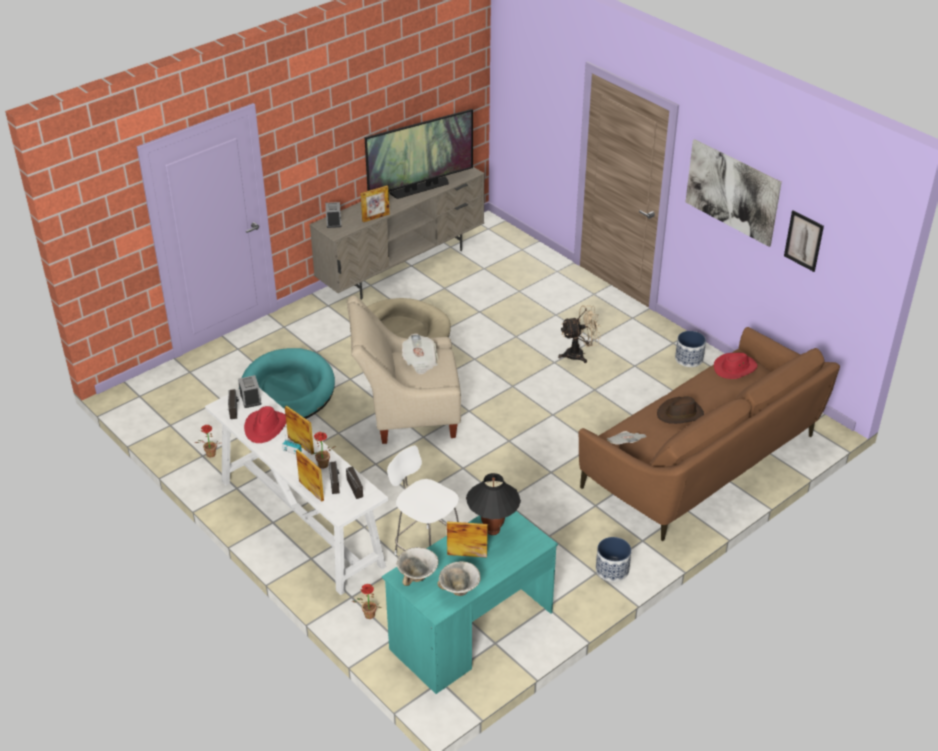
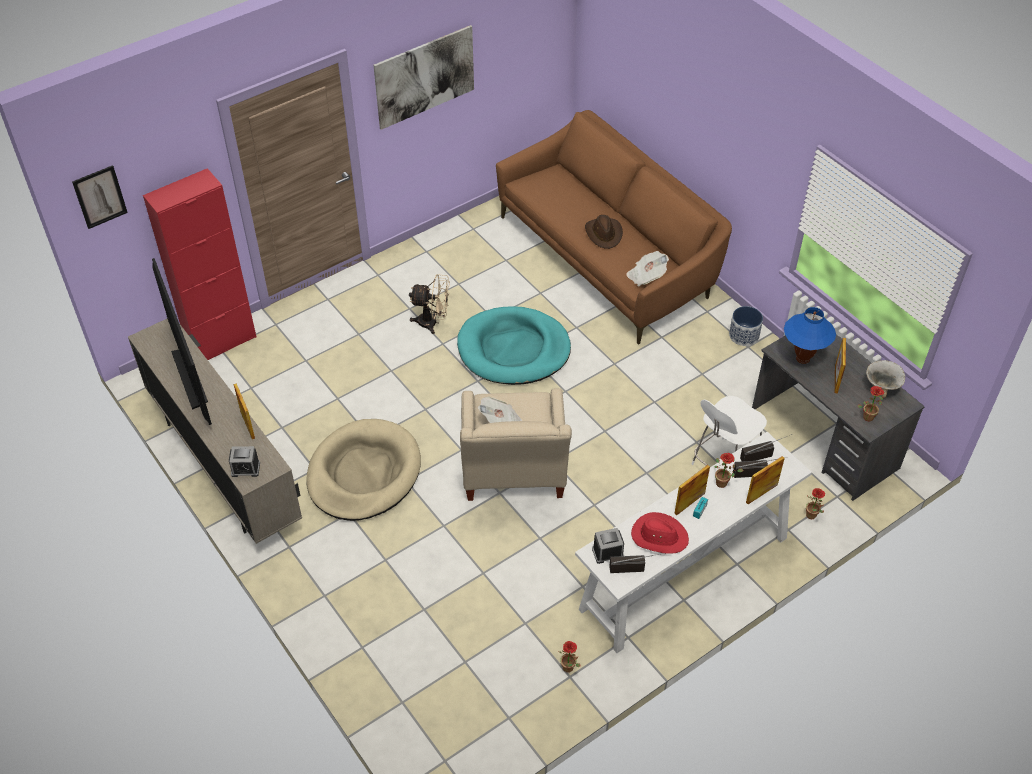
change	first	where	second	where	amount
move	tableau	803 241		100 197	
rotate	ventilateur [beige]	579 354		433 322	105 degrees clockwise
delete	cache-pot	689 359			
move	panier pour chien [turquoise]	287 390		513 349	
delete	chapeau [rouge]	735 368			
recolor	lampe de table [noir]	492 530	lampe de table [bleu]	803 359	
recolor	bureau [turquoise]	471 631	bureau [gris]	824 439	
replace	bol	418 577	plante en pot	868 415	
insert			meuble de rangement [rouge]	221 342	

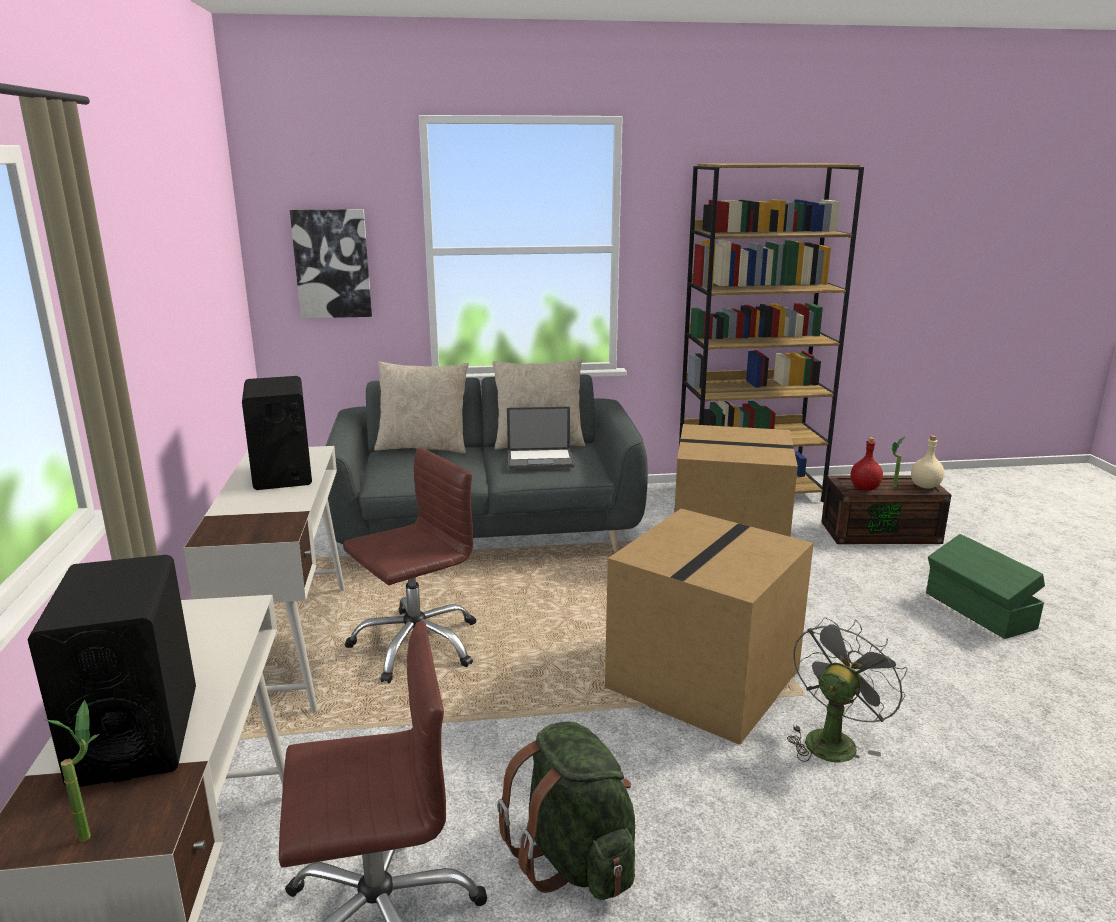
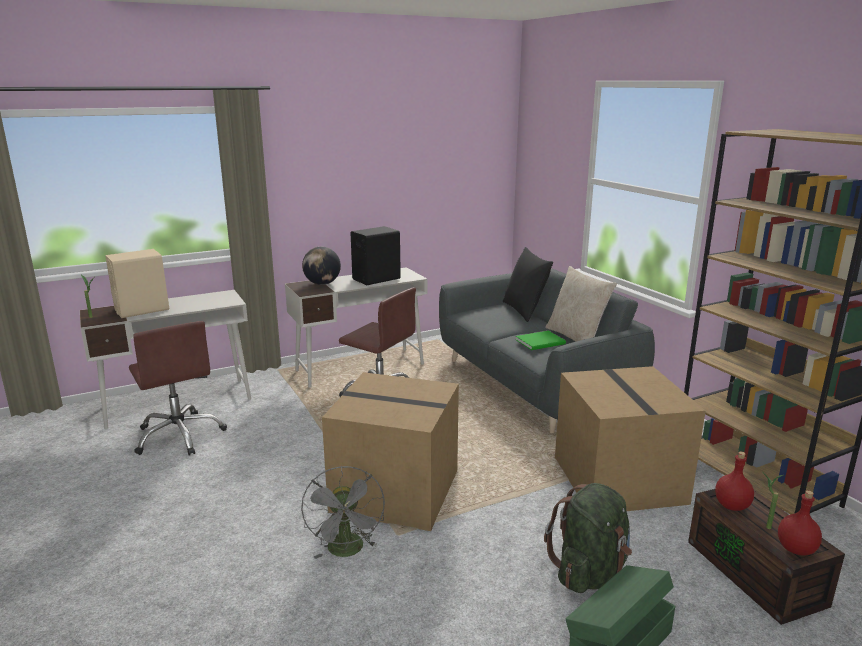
change	first	where	second	where	amount
delete	tableau	332 264			
recolor	coussin [beige]	423 447	coussin [noir]	525 311	
replace	ordinateur portable	541 459	livre [vert]	542 342	
recolor	bouteille [beige]	925 486	bouteille [rouge]	796 549	
recolor	enceinte [noir]	136 735	enceinte [beige]	142 309	
rotate	ventilateur [gris]	833 739		347 551	60 degrees clockwise
move	sac à dos [vert]	575 858		589 572	
insert			globe	322 284	

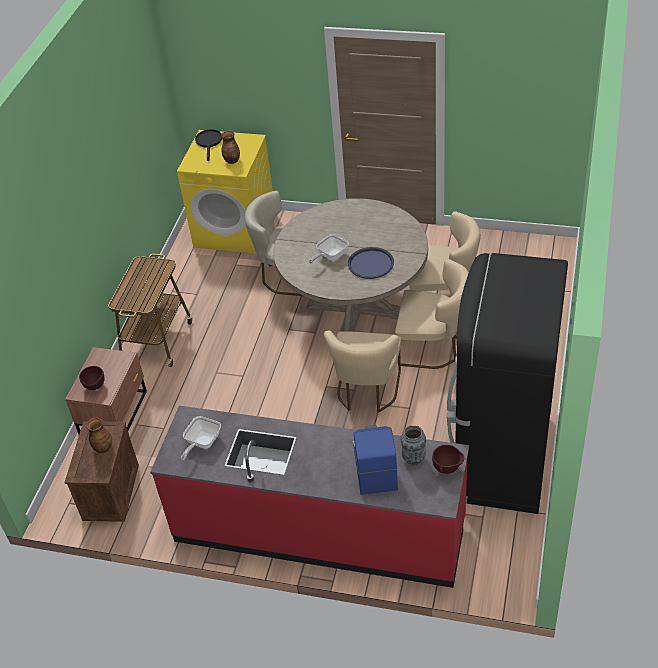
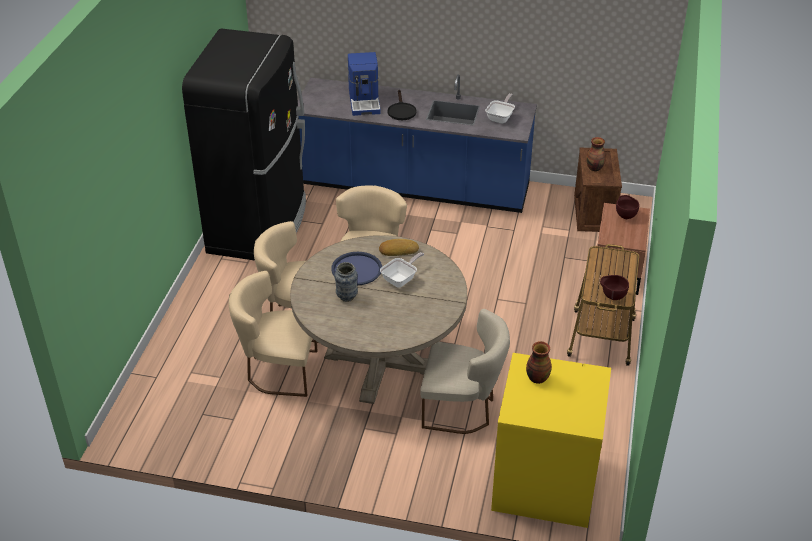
change	first	where	second	where	amount
move	poêle [noir]	209 143		401 111	
recolor	comptoir de cuisine [rouge]	319 530	comptoir de cuisine [bleu]	414 186	
move	vase	413 458		347 297	
move	bol [marron]	448 469		612 297	
insert			pain	398 250	

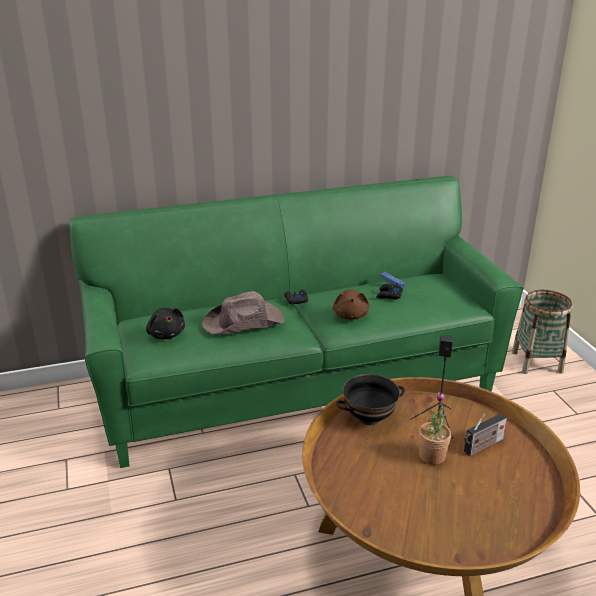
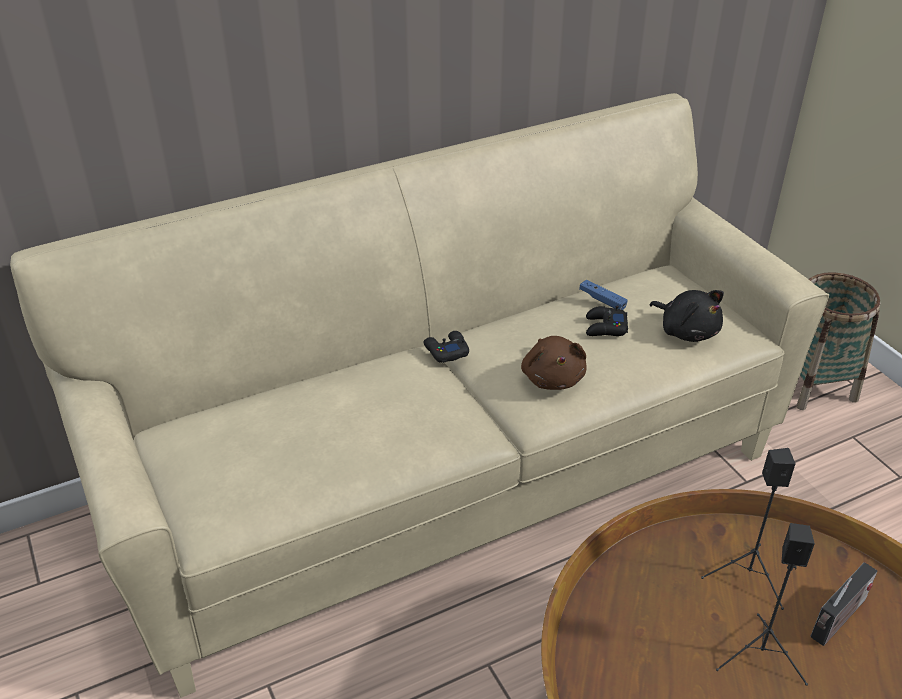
change	first	where	second	where	amount
recolor	canapé [vert]	297 388	canapé [beige]	449 484	
delete	chapeau [marron]	244 322			
move	peluche [noir]	166 334		687 331	
delete	bol [noir]	369 418			
replace	plante en pot	432 456	enceinte [noir]	761 656	

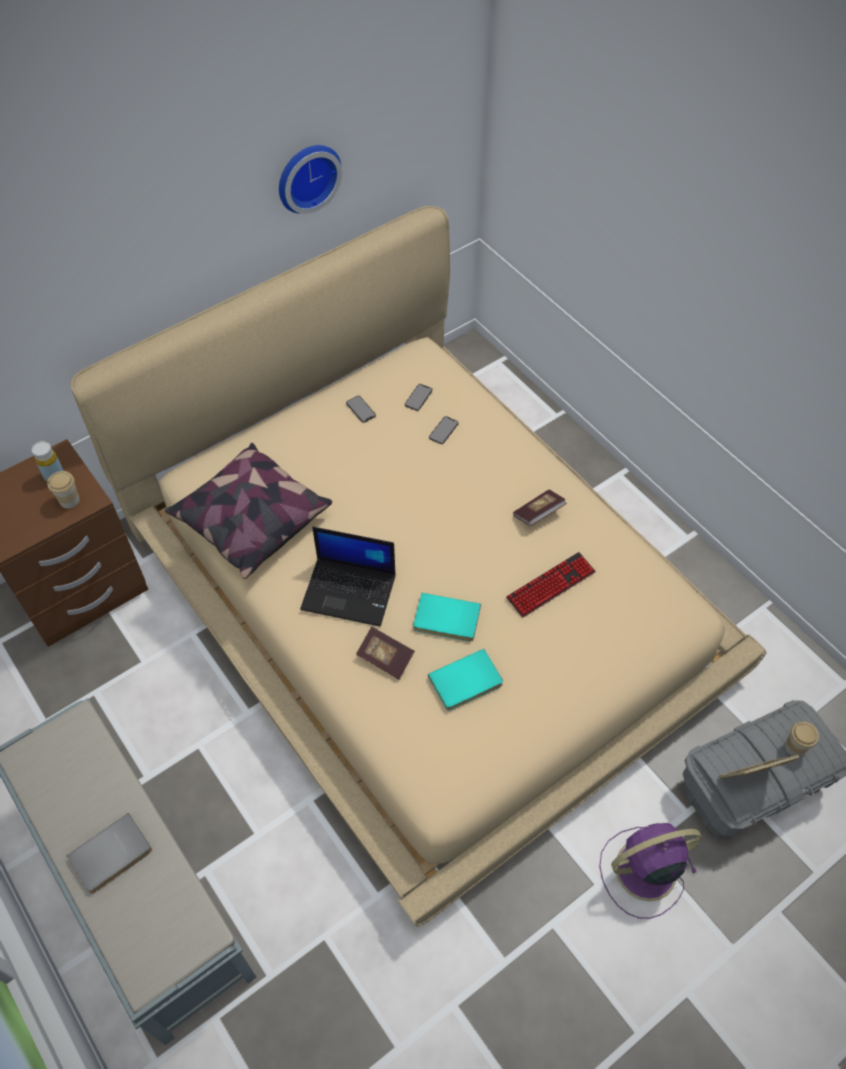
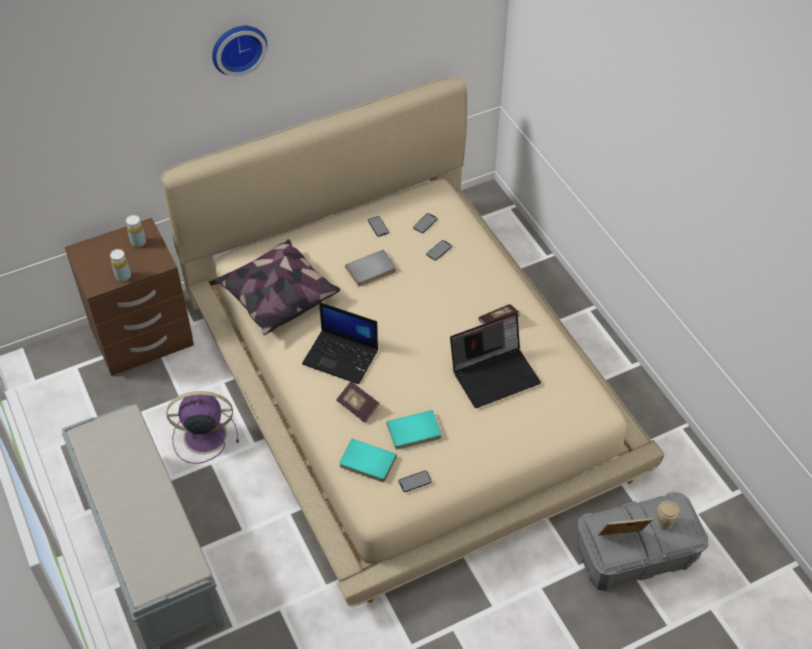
change	first	where	second	where	amount
move	horloge murale	306 176		237 48	
delete	tasse	69 500			
replace	clavier	551 585	ordinateur portable	495 374	
move	livre [turquoise]	446 620		367 463	
move	livre [gris]	112 856		371 270	
move	ventilateur [violet]	643 870		203 436	
insert			bouteille [jaune]	123 277	
insert			téléphone	415 481	

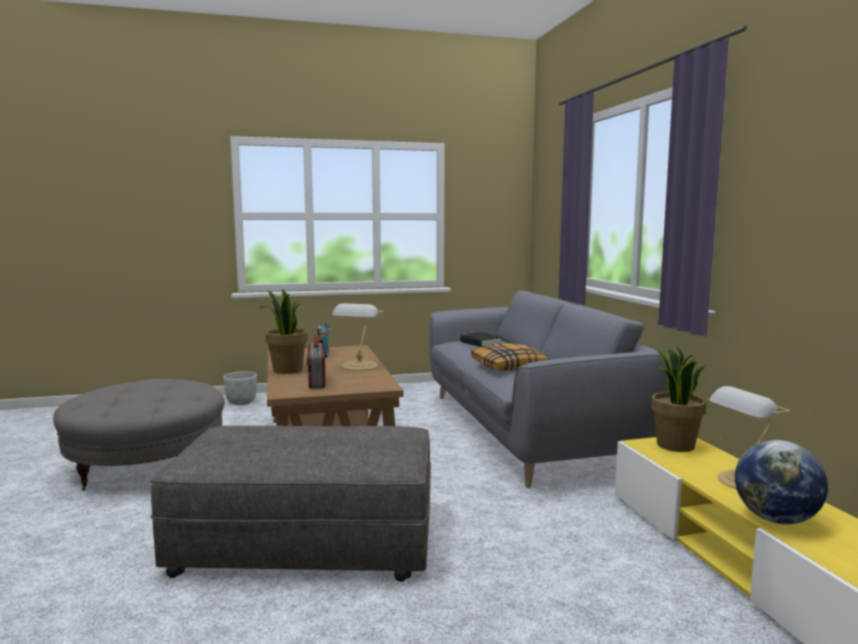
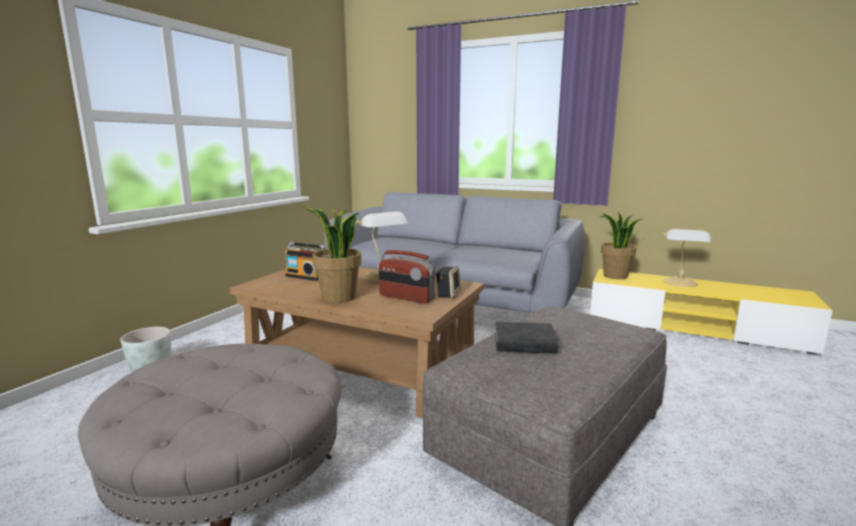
change	first	where	second	where	amount
move	livre [noir]	480 343		524 344	
delete	coussin	509 367			
delete	globe	775 519			
insert			enceinte	448 294	

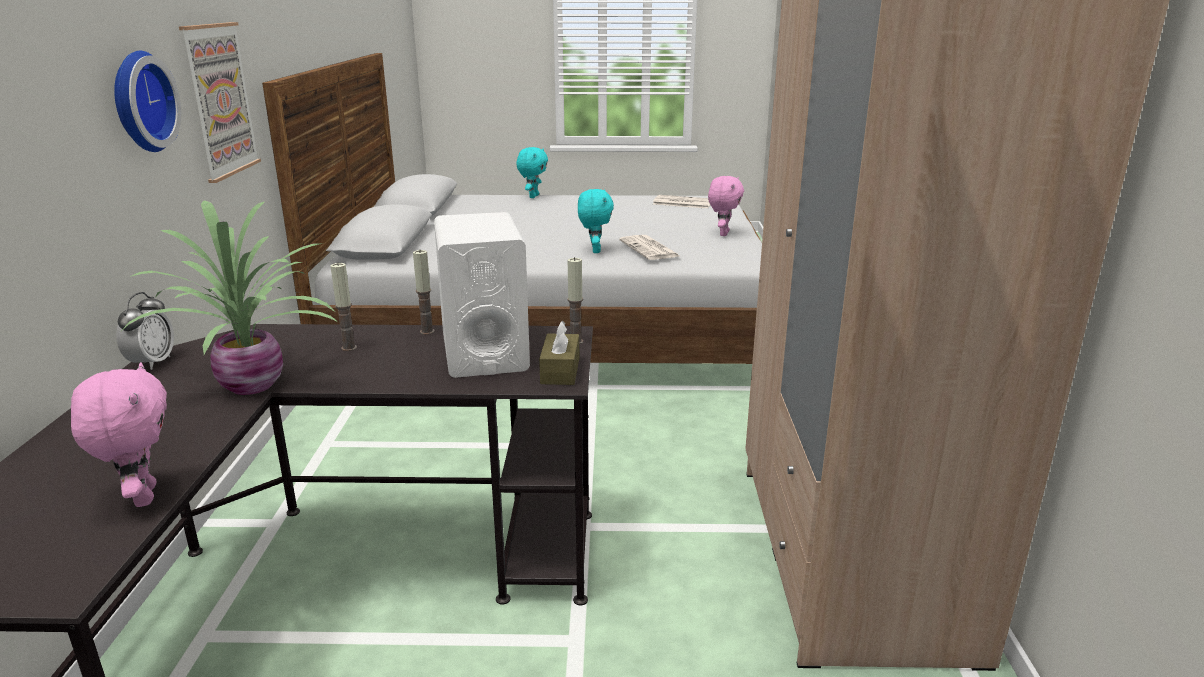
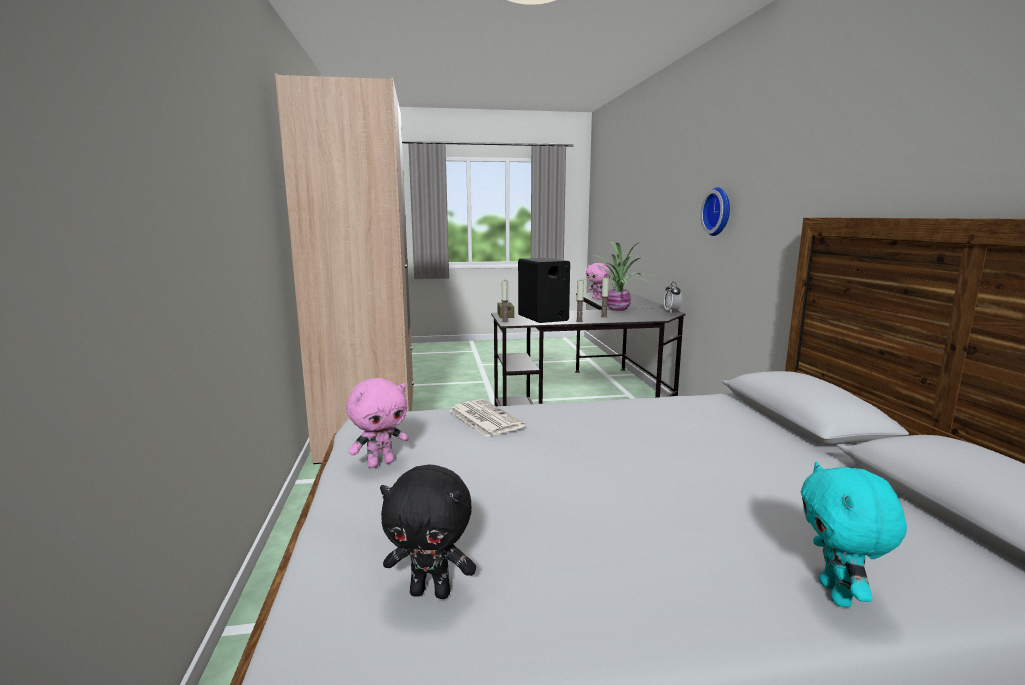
change	first	where	second	where	amount
delete	tableau	220 100			
rotate	peluche [rose]	723 234		380 463	135 degrees counterclockwise
delete	peluche [turquoise]	594 250			
replace	journal	682 203	peluche [noir]	431 592	
recolor	enceinte [blanc]	484 352	enceinte [noir]	543 318	

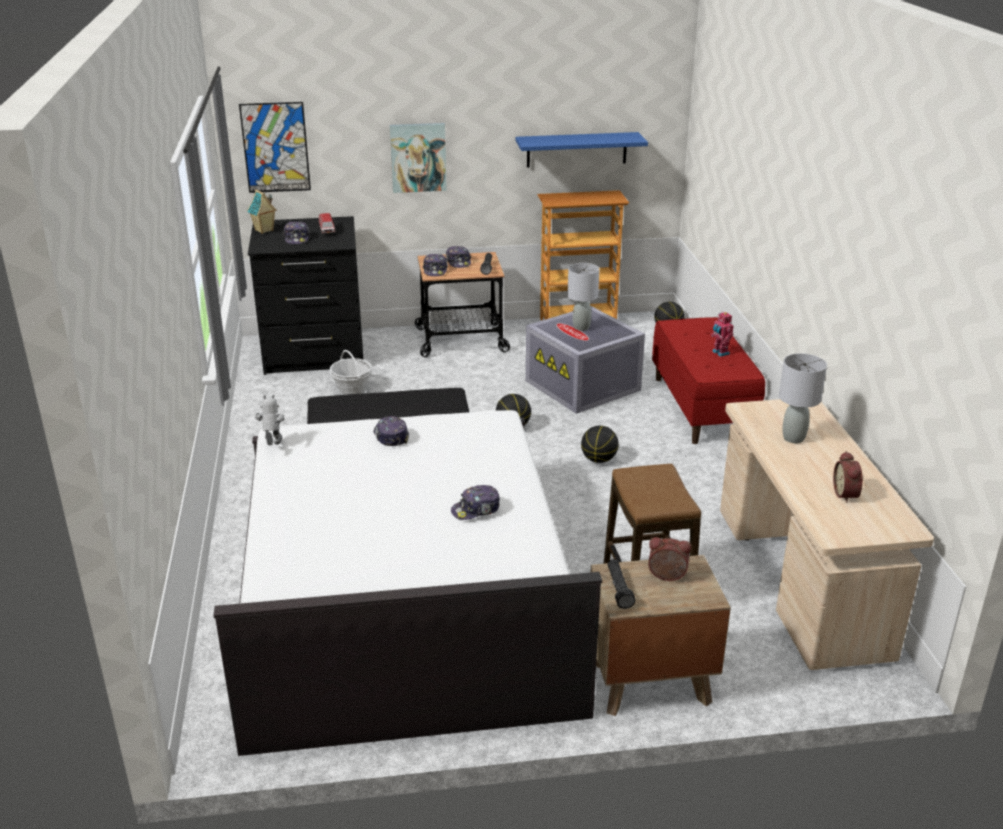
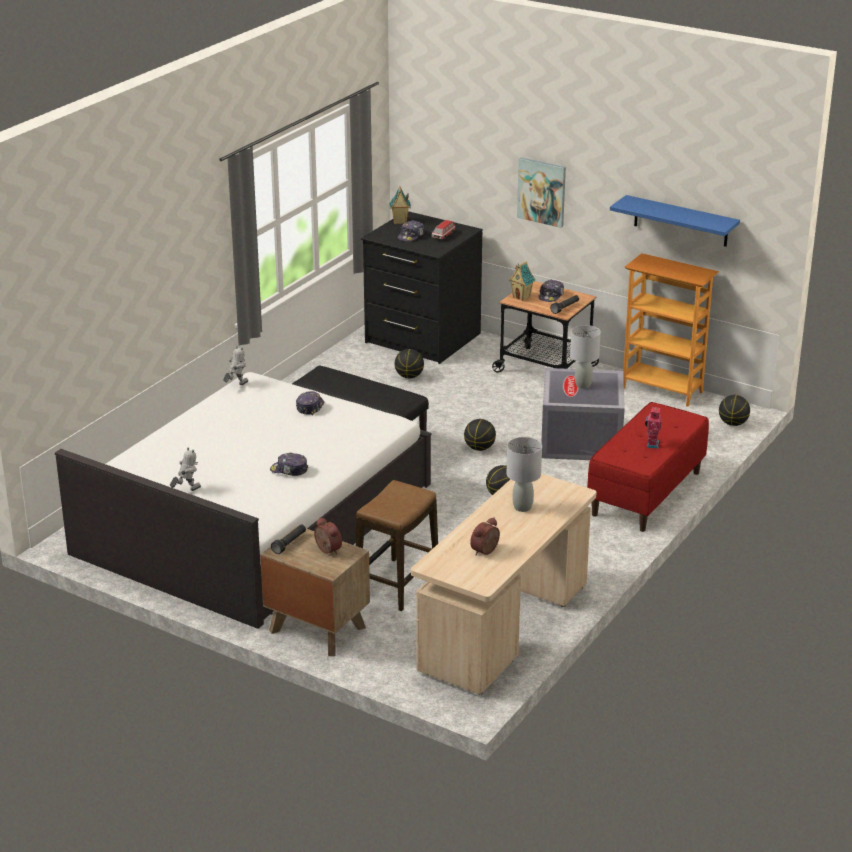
change	first	where	second	where	amount
delete	tableau	275 147			
replace	casquette	435 270	maison miniature	521 297	
replace	panier	352 389	ballon de basket	409 376	
insert			robot jouet	186 490	

